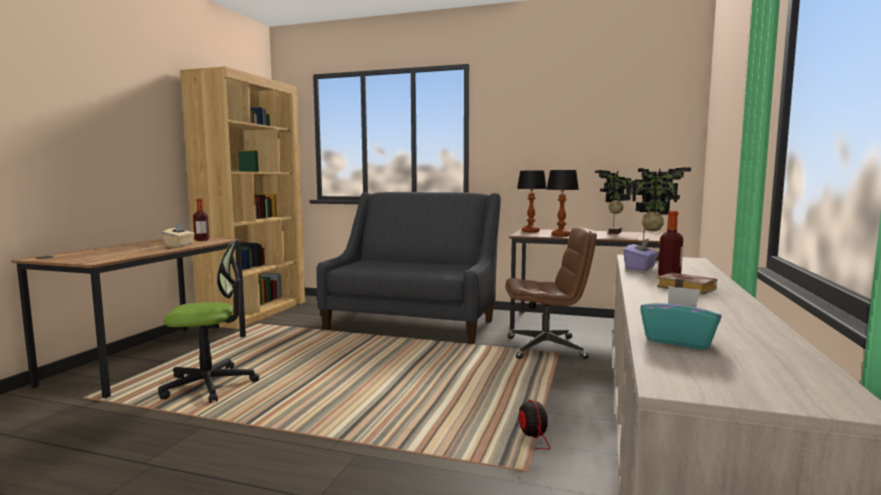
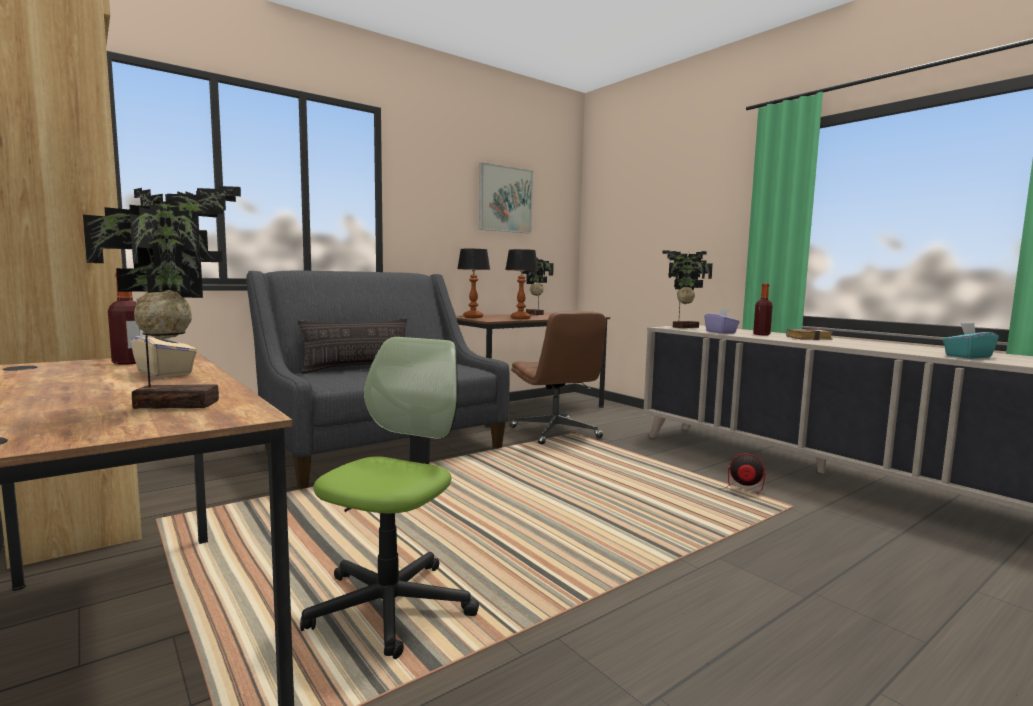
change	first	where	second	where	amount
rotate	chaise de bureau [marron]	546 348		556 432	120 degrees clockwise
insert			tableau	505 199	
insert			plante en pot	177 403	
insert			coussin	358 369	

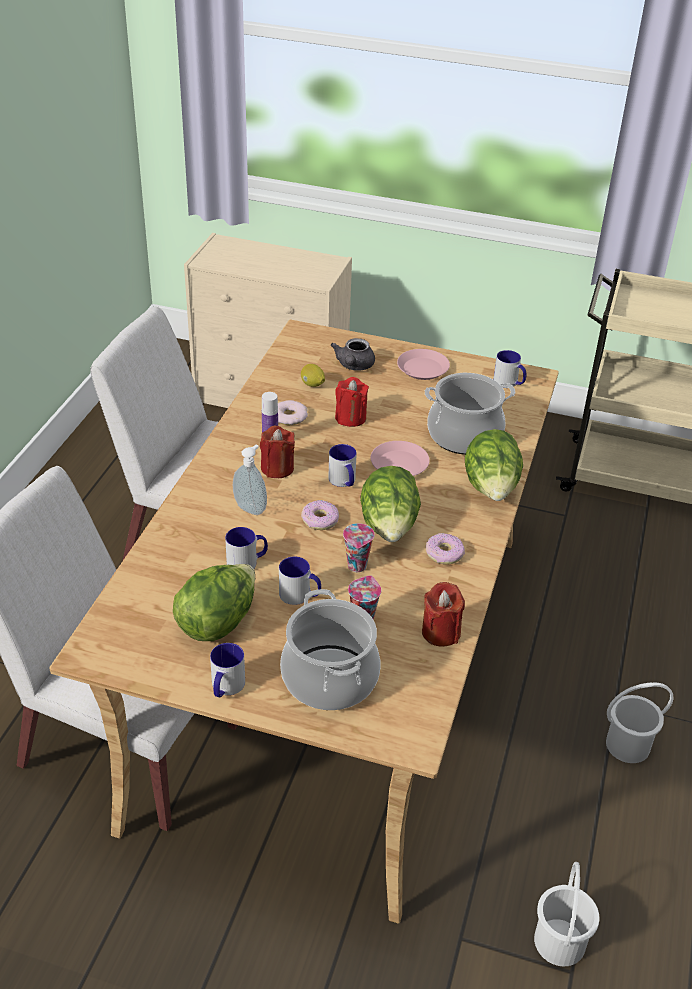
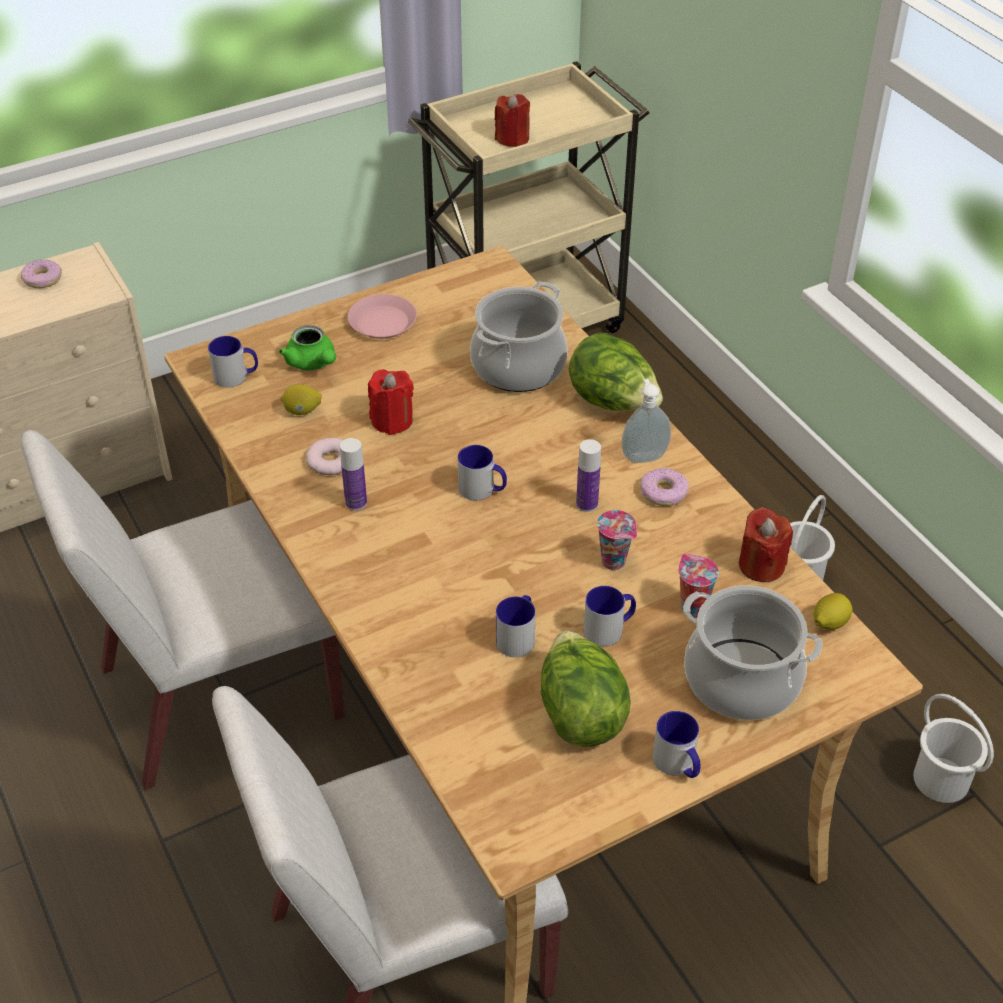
change	first	where	second	where	amount
recolor	théière [gris]	354 366	théière [vert]	313 363	
move	mug	509 383		236 376	
move	bougie [rouge]	277 468		512 138	
delete	assiette [rose]	399 464			
move	distributeur de savon	251 508		643 456	
replace	laitue	389 528	bouteille	587 504	
move	beignet	320 520		42 279	
insert			citron	829 623	

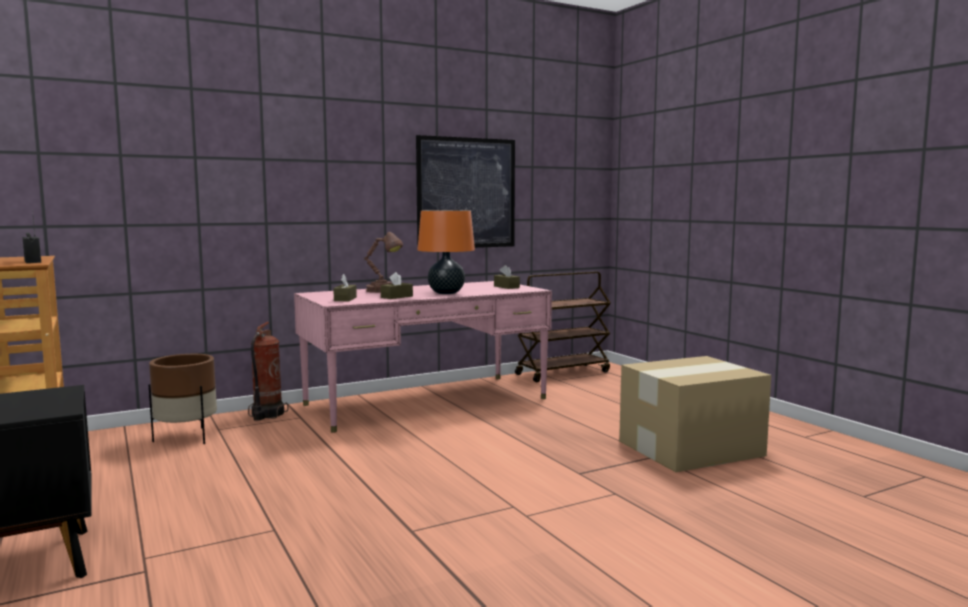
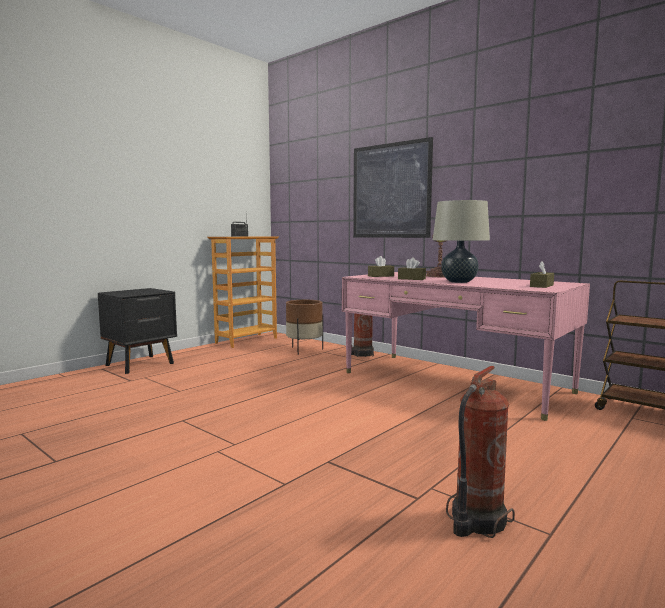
change	first	where	second	where	amount
move	tableau	466 193		391 191	
recolor	lampe de table [orange]	446 293	lampe de table [beige]	459 282	
replace	carton	688 448	extincteur	475 521	

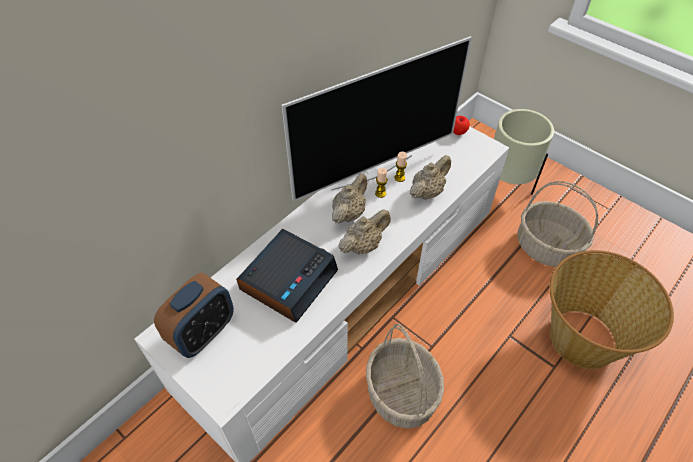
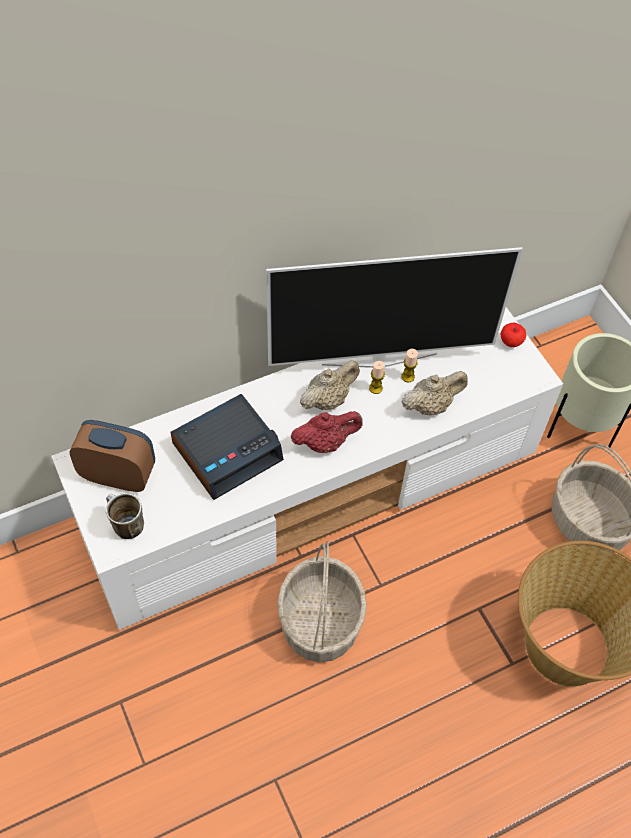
change	first	where	second	where	amount
recolor	théière [beige]	363 245	théière [rouge]	325 442	
rotate	réveil	203 332		118 475	135 degrees counterclockwise
insert			mug	124 525	

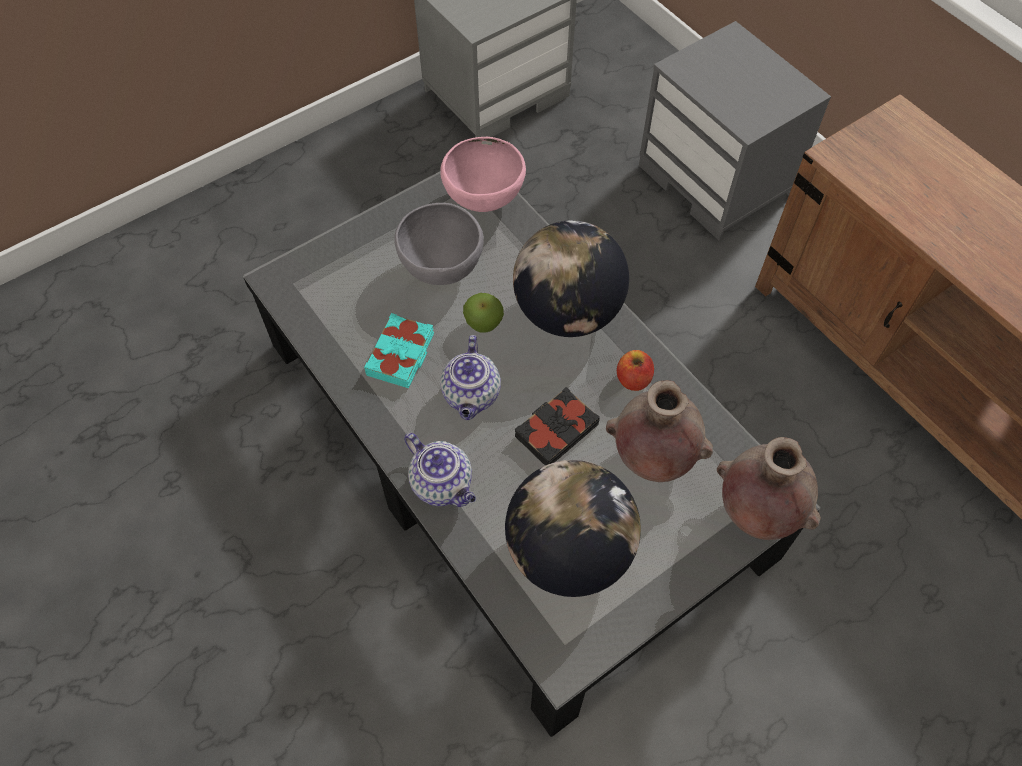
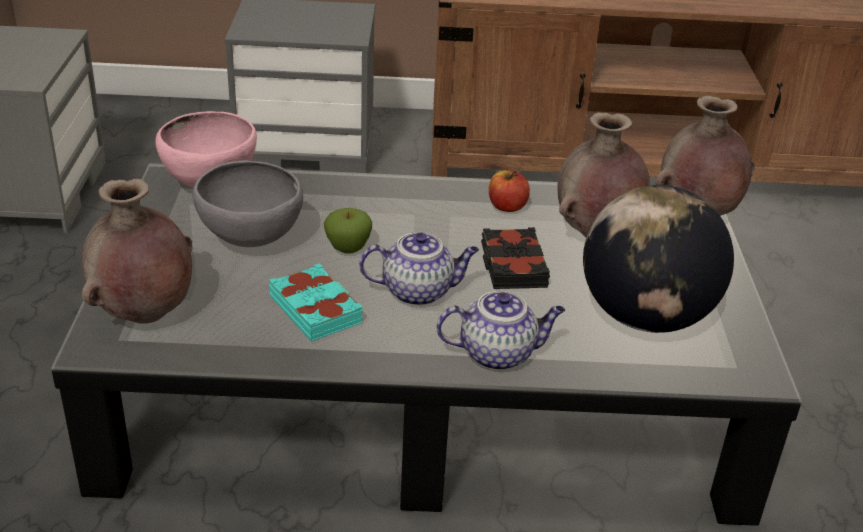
change	first	where	second	where	amount
delete	globe	567 312			
rotate	théière	472 396		419 291	45 degrees counterclockwise
insert			vase [marron]	144 314	

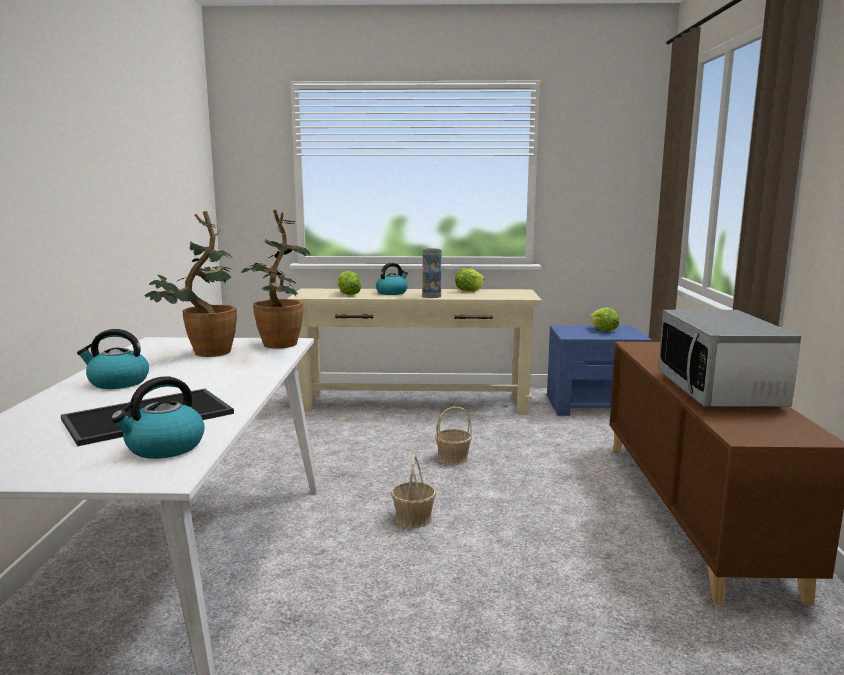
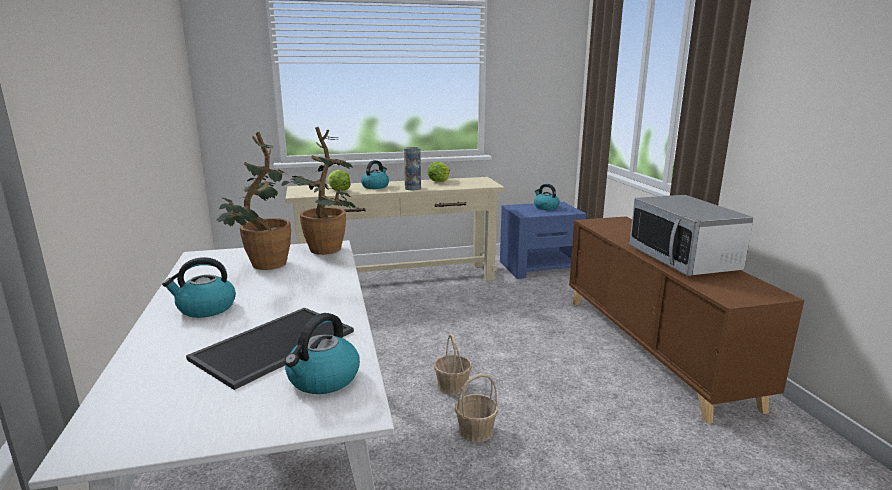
change	first	where	second	where	amount
replace	laitue	603 330	bouilloire	545 207	
move	panier	452 458		475 430	

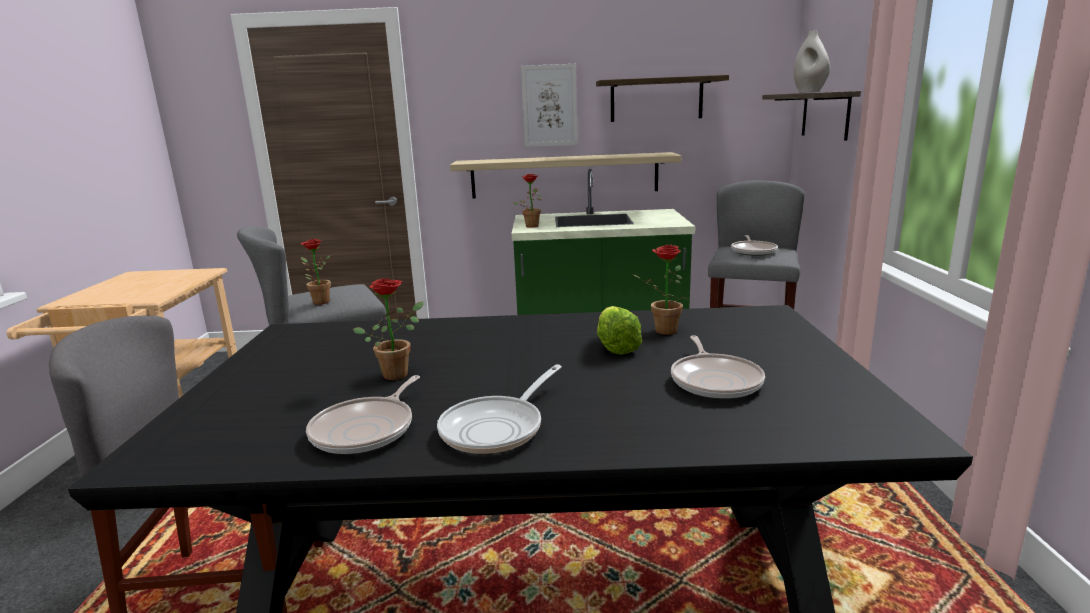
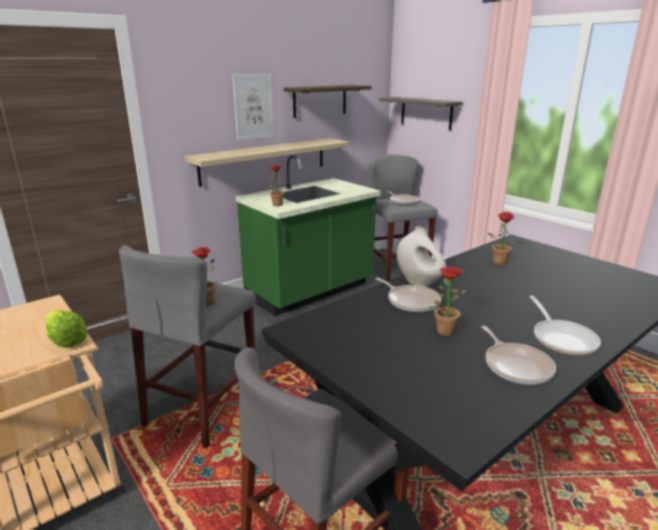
change	first	where	second	where	amount
move	vase [blanc]	809 92		419 282	
move	laitue	616 344		66 338	
move	poêle	715 381		411 301	

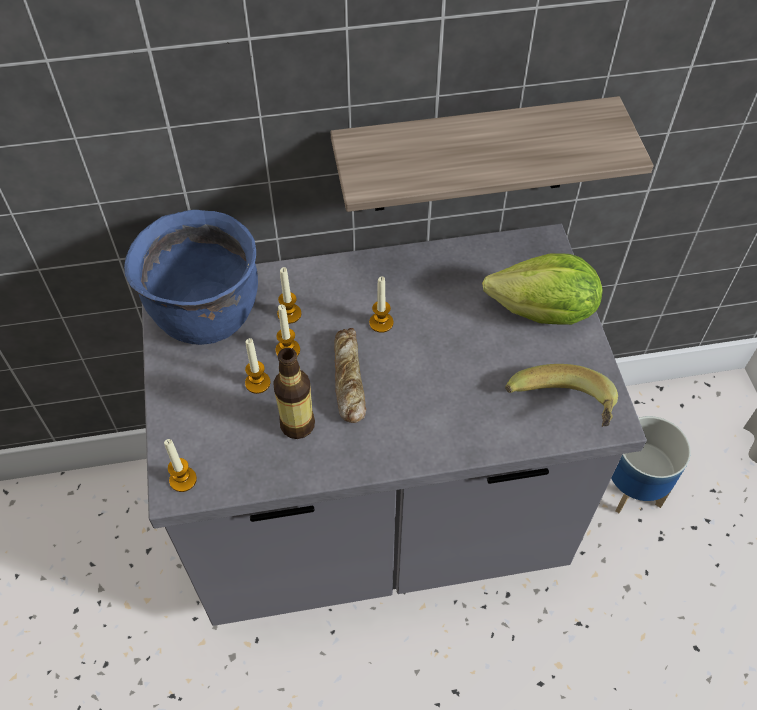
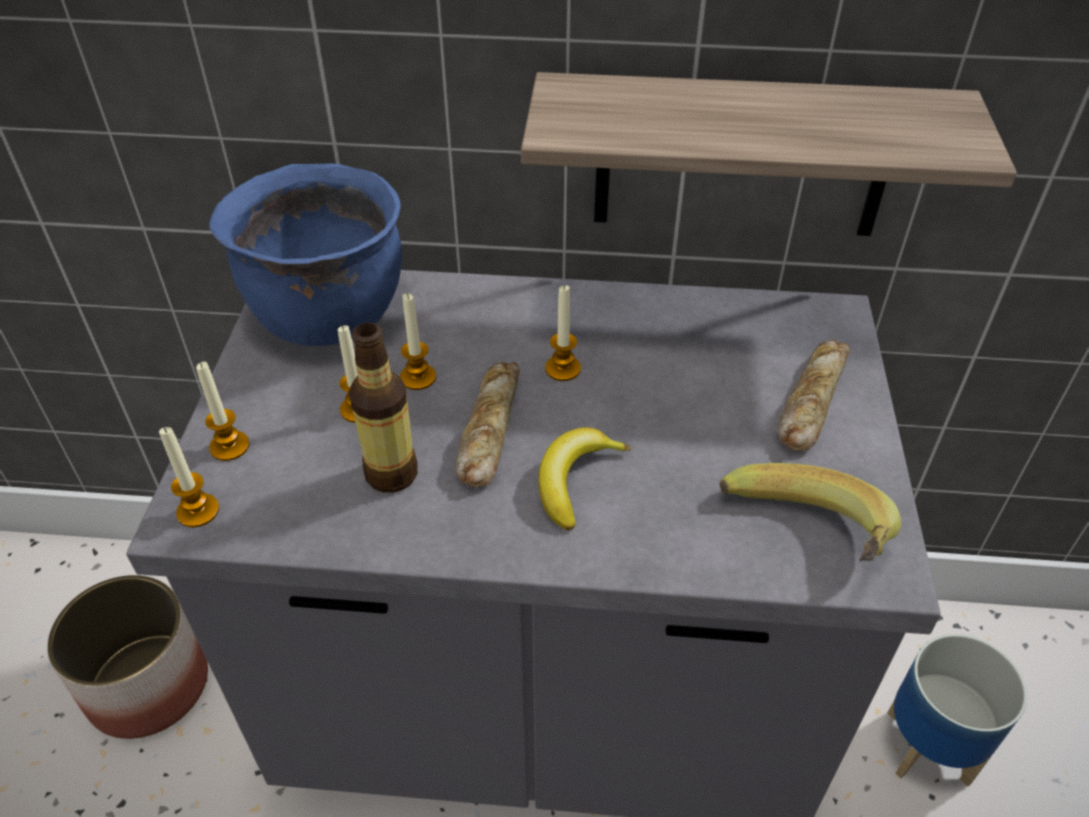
change	first	where	second	where	amount
replace	laitue	543 313	pain	810 401	
move	bougie	289 314		229 446	
insert			banane	575 480	
insert			cache-pot	149 684	

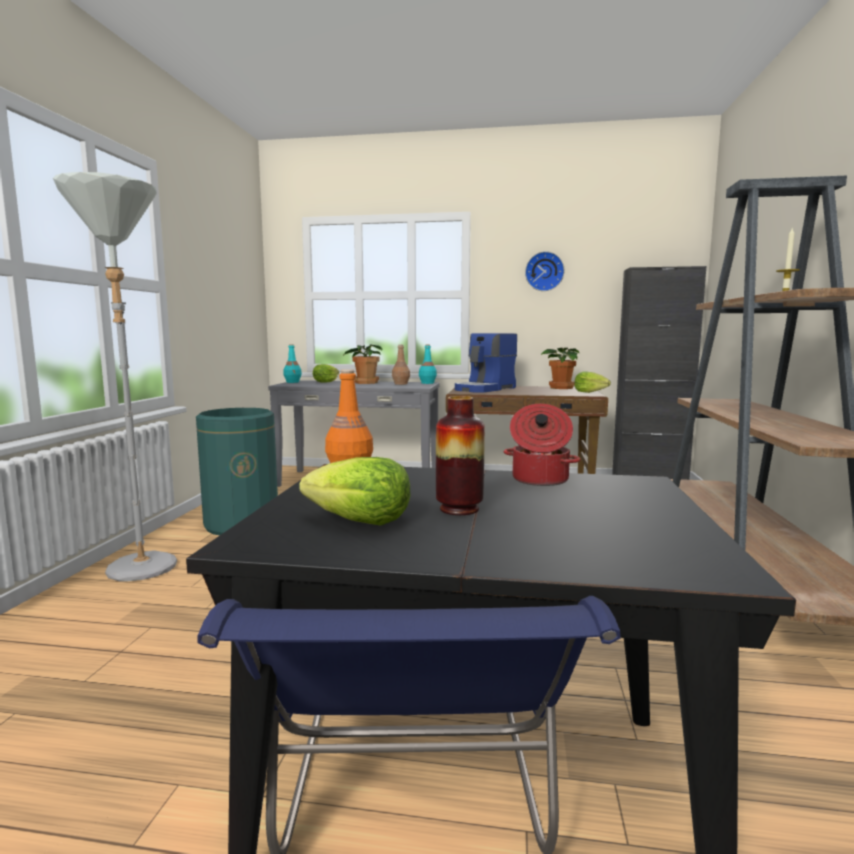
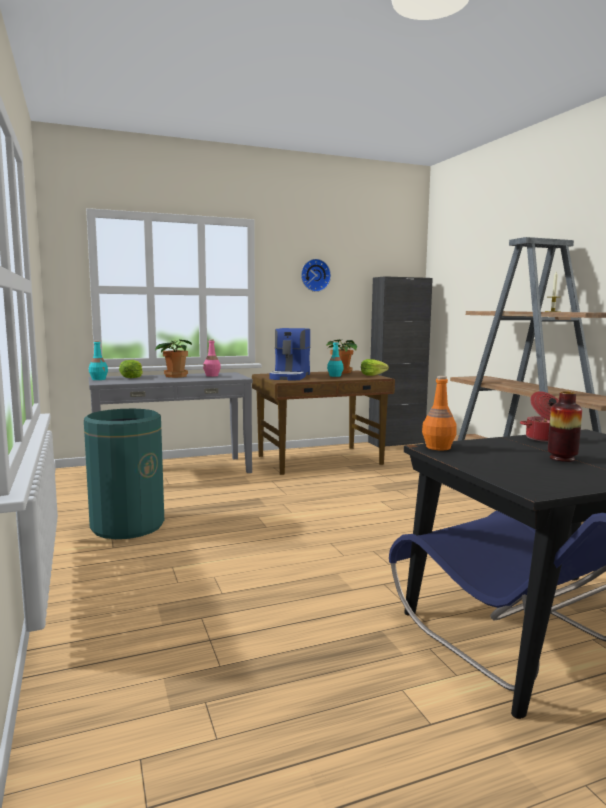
change	first	where	second	where	amount
delete	lampadaire [gris]	142 574			
move	bouteille [turquoise]	427 383		335 376	
recolor	bouteille [marron]	401 384	bouteille [rose]	212 375	
delete	laitue	360 521			

